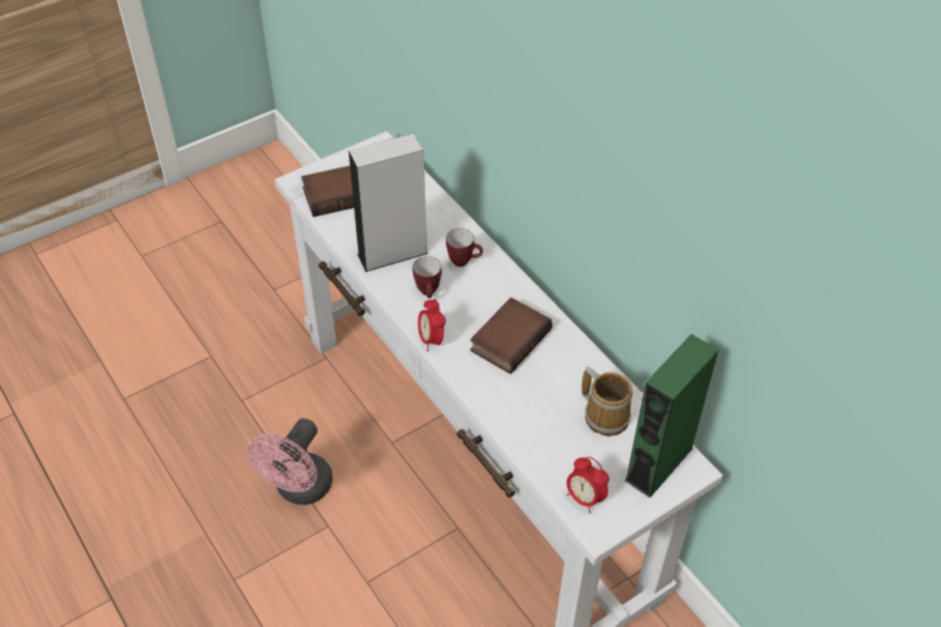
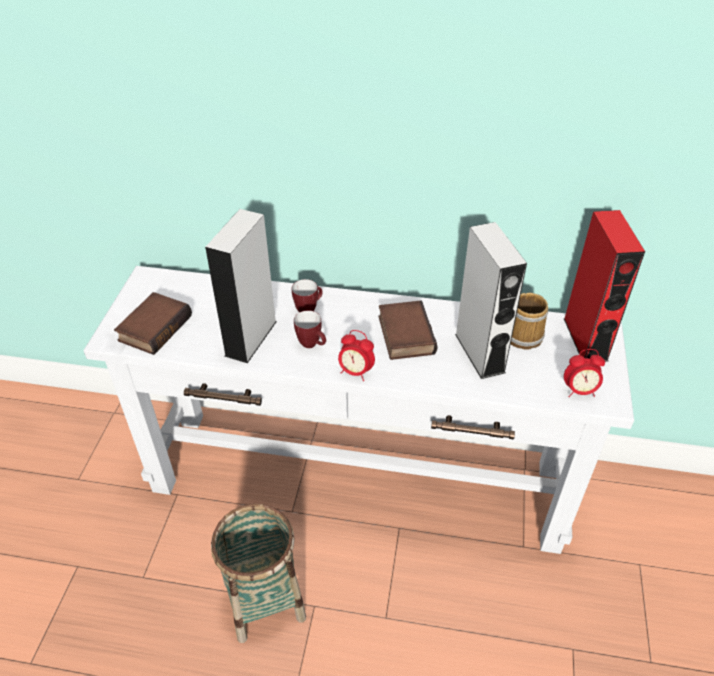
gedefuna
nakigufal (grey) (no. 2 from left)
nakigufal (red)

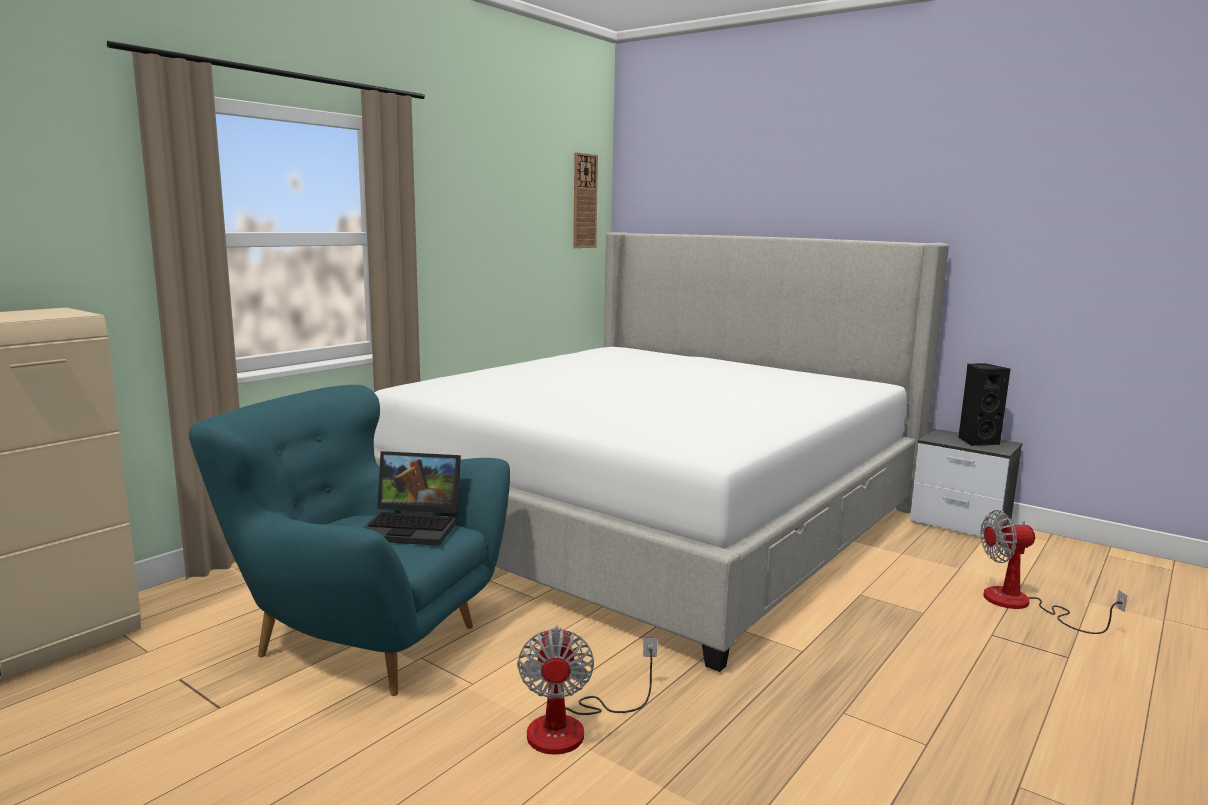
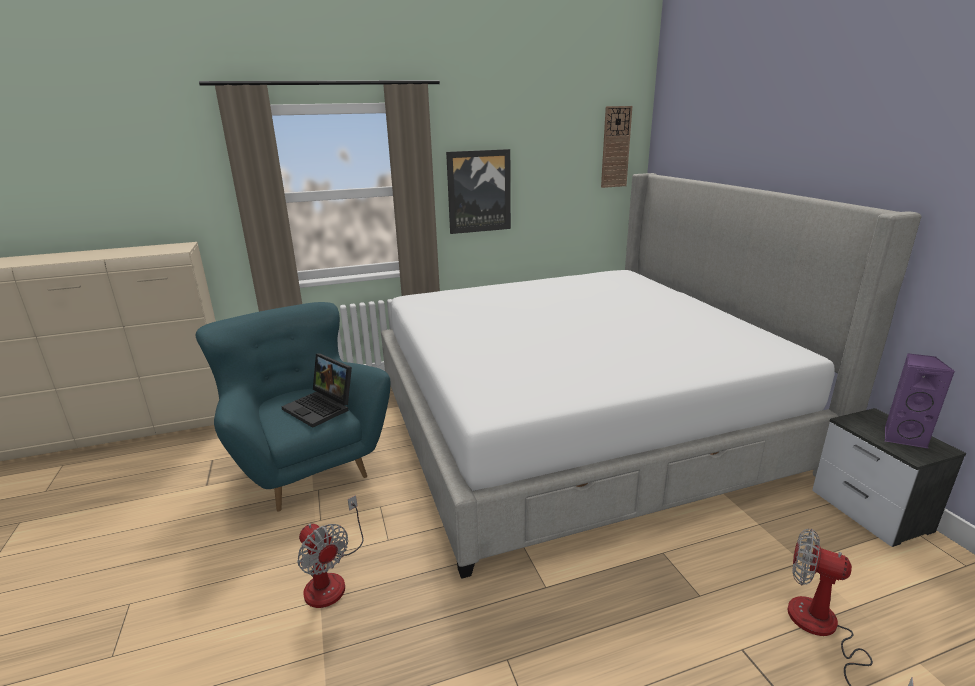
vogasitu (no. 1 from left)
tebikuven
nakigufal (purple)

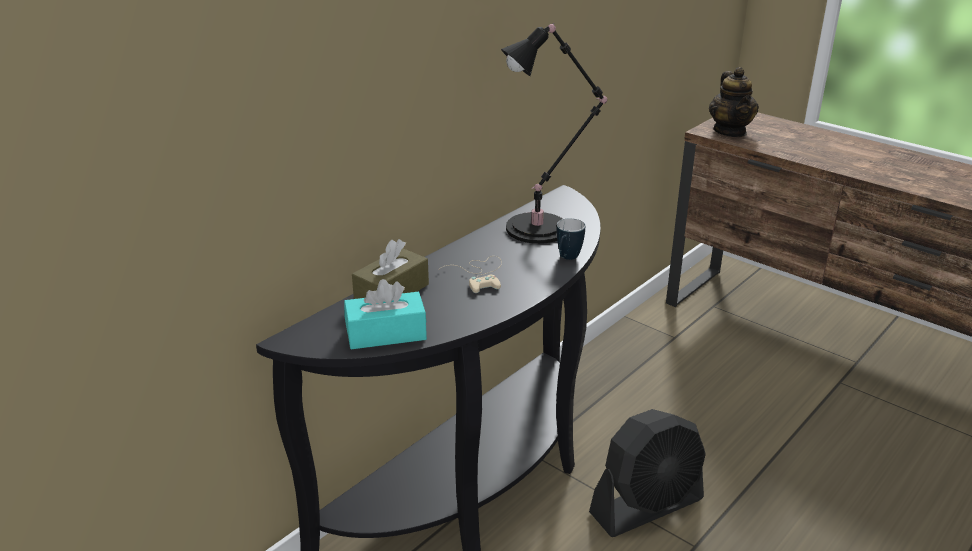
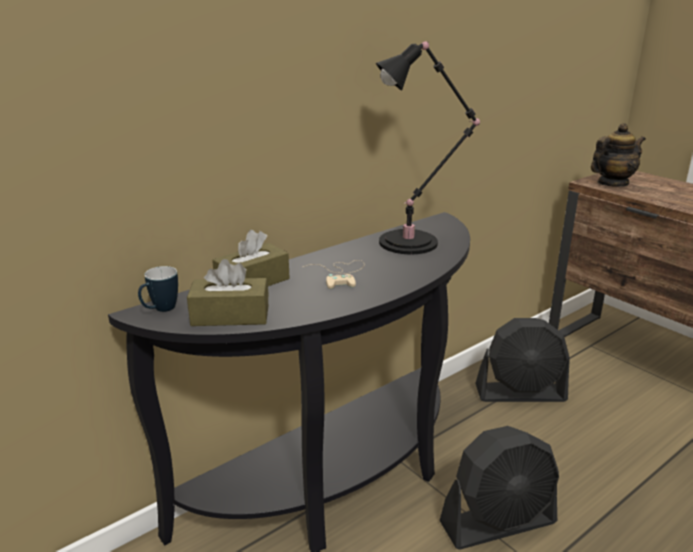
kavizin
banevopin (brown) (no. 1 from left)
vogasitu (black) (no. 2 from left)
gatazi

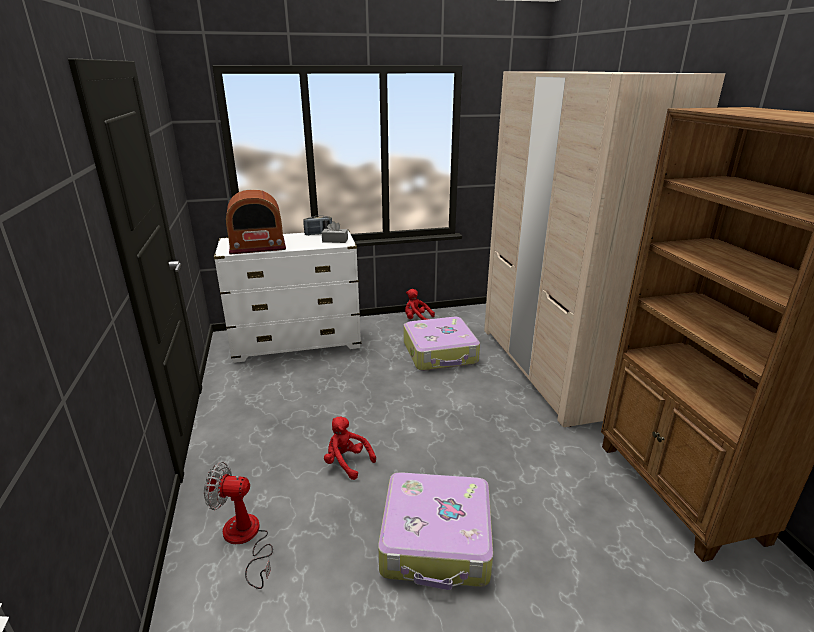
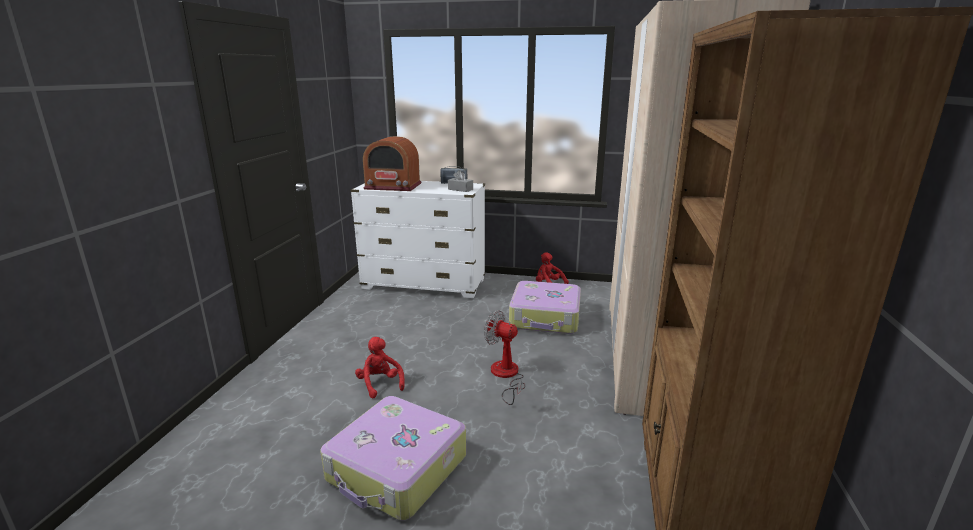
vogasitu

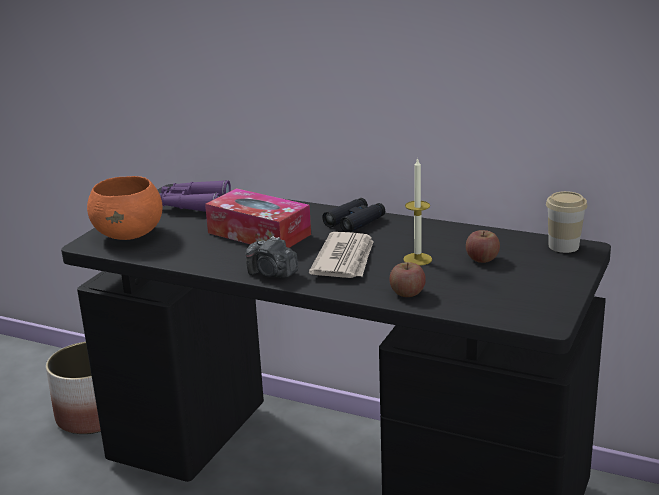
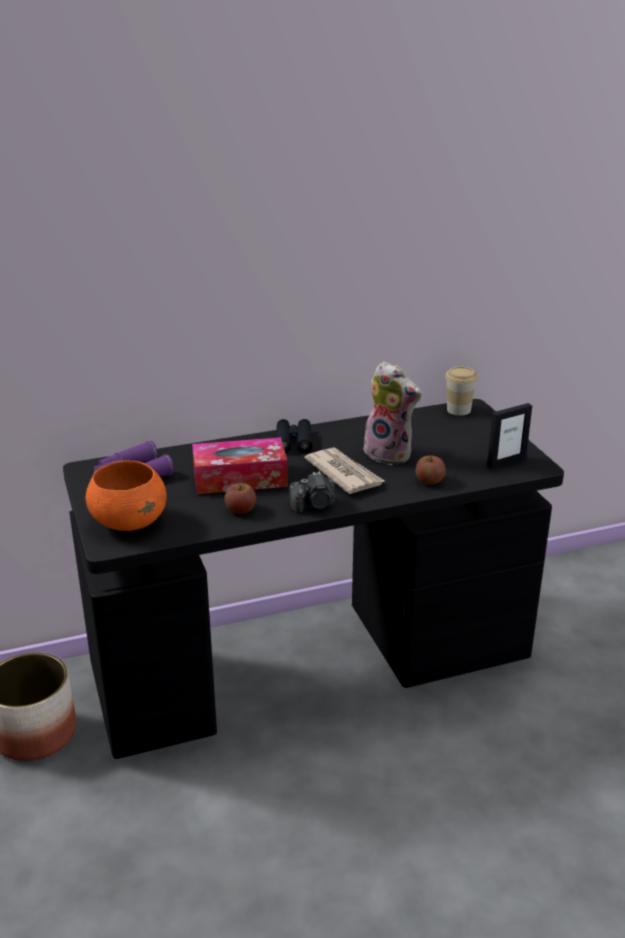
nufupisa (no. 1 from left)
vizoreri
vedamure

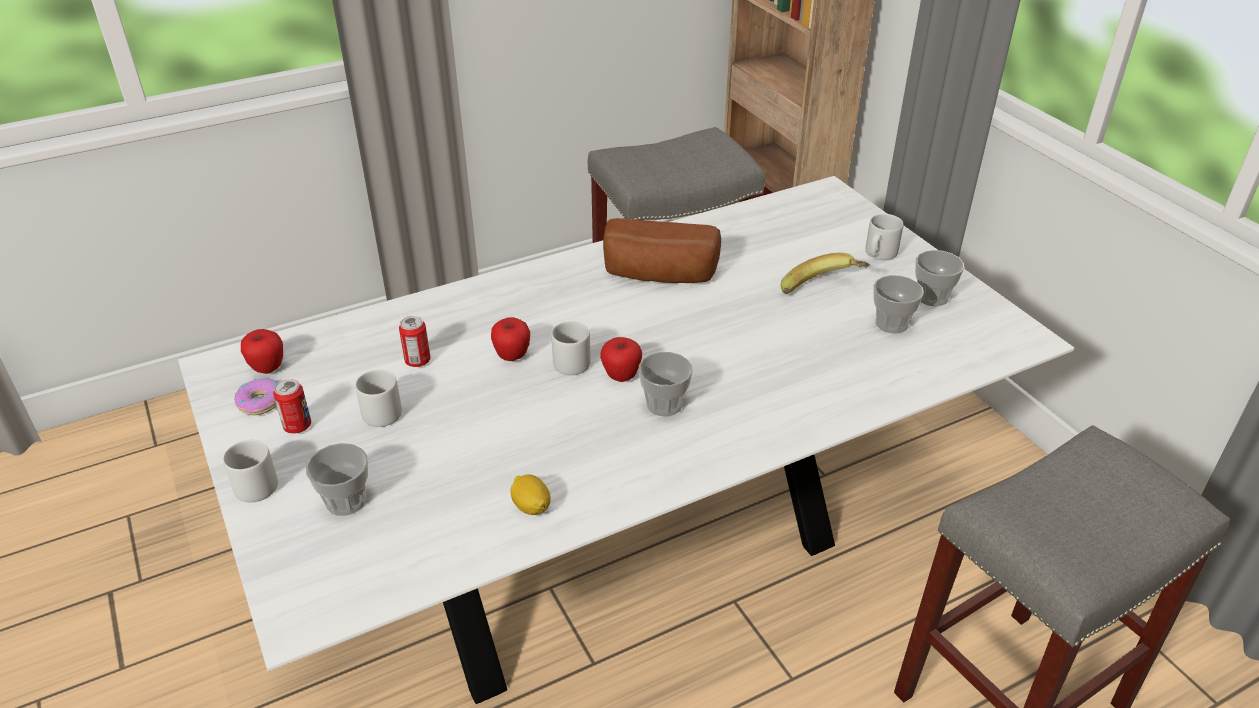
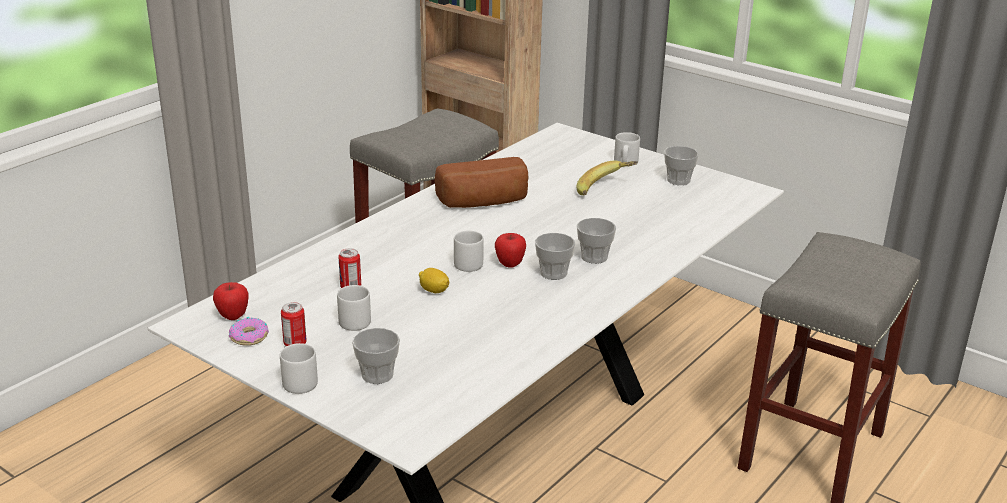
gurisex
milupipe (no. 3 from left)
nufupisa (no. 2 from left in the first image)

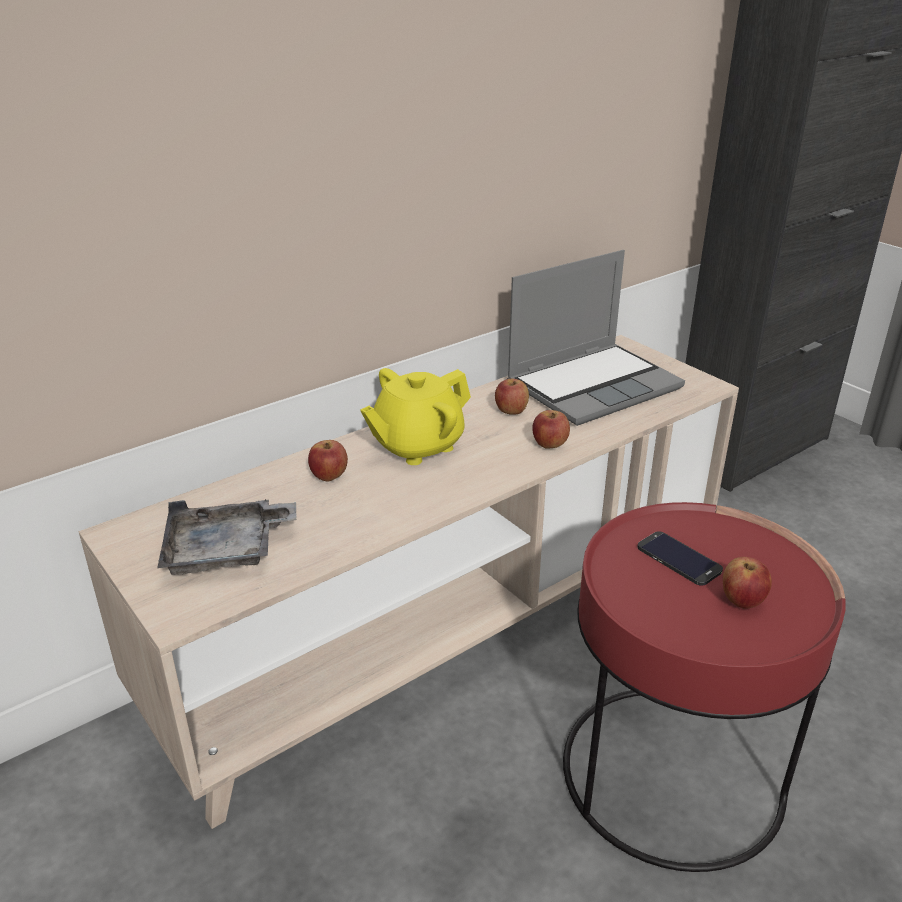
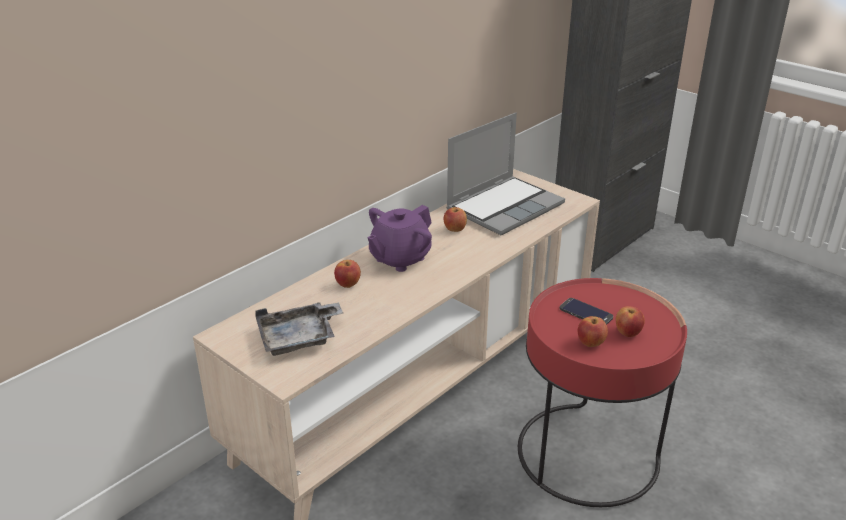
gatazi (purple)
nufupisa (no. 3 from left)

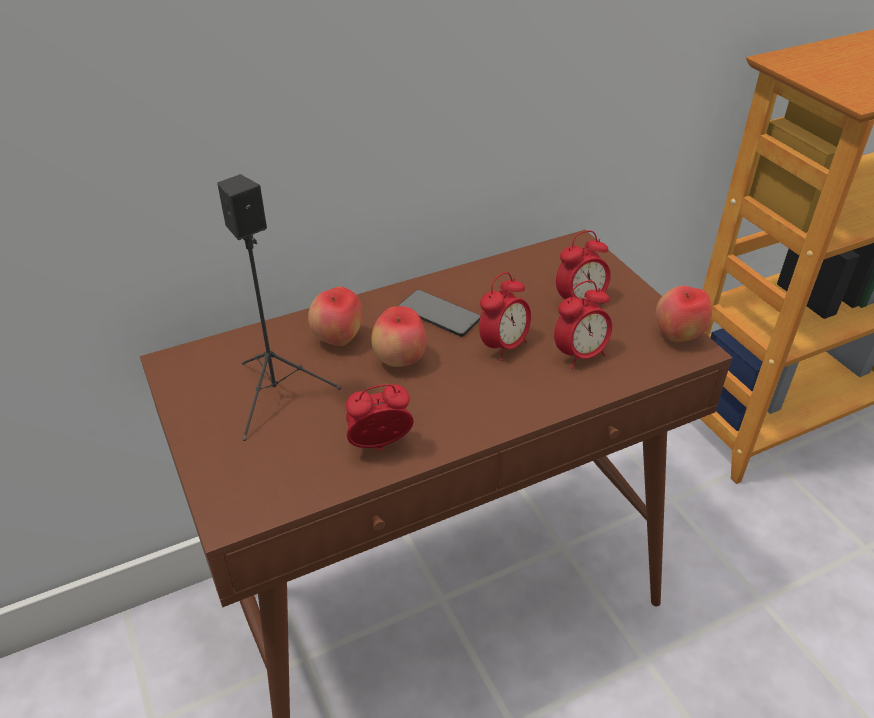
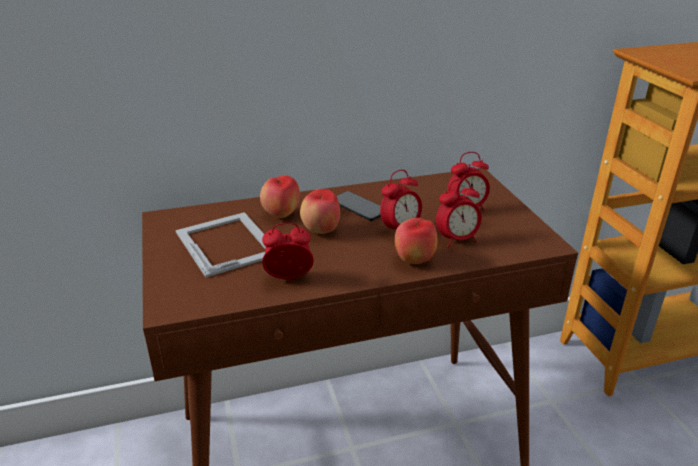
vedamure
nufupisa (no. 3 from left)

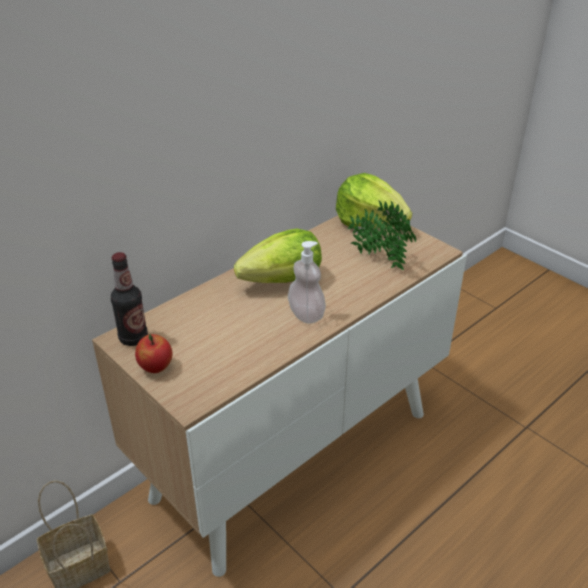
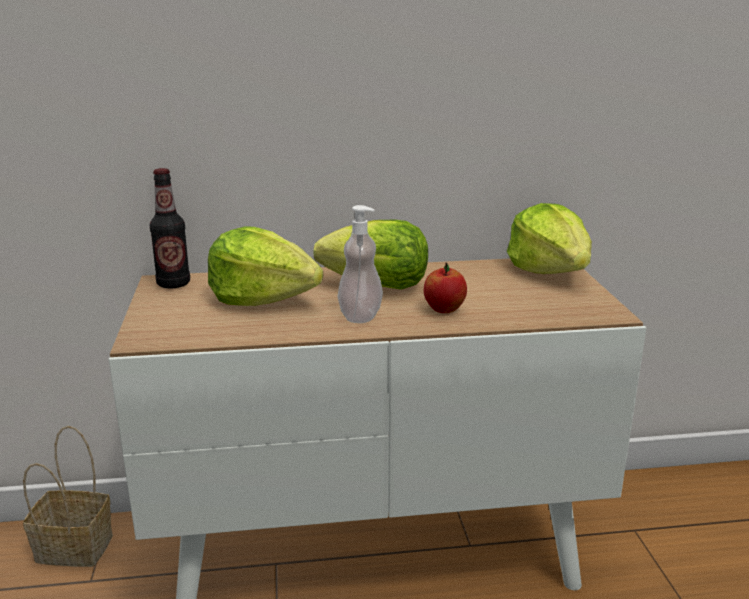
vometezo (no. 1 from left)
nufupisa
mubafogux

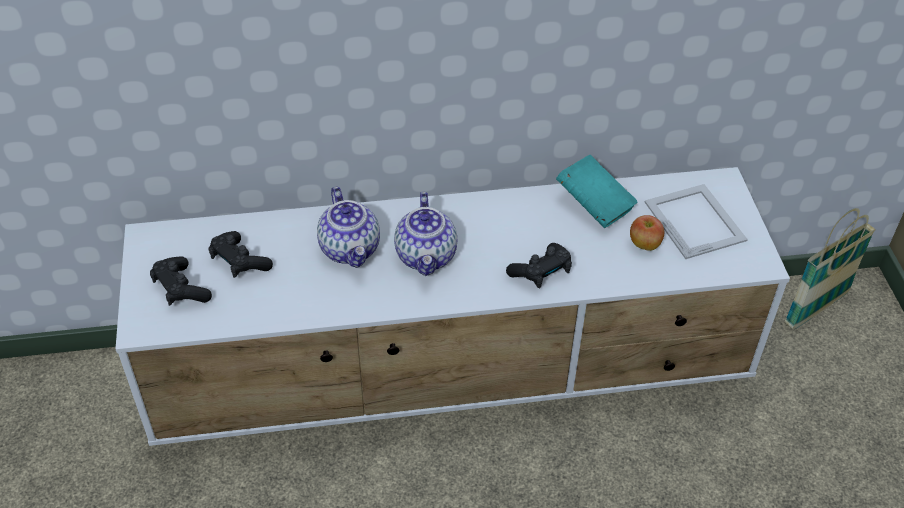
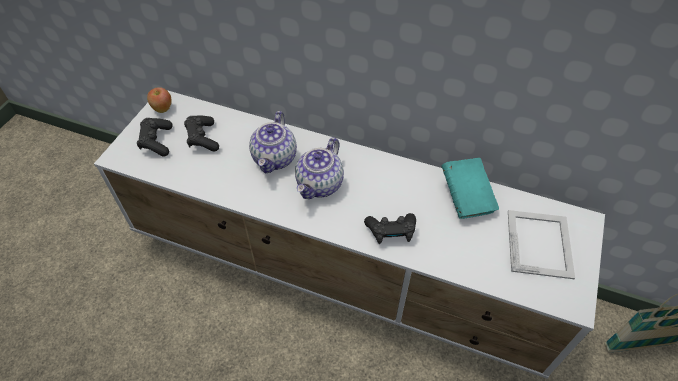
nufupisa

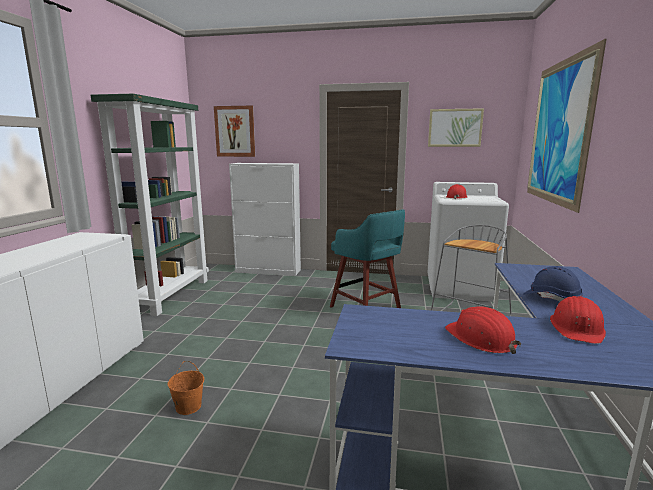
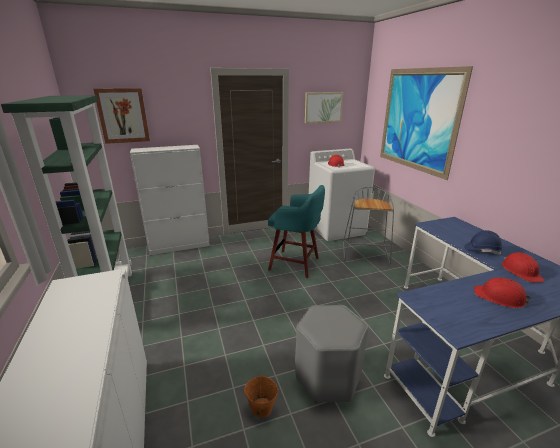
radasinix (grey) (no. 1 from left)

